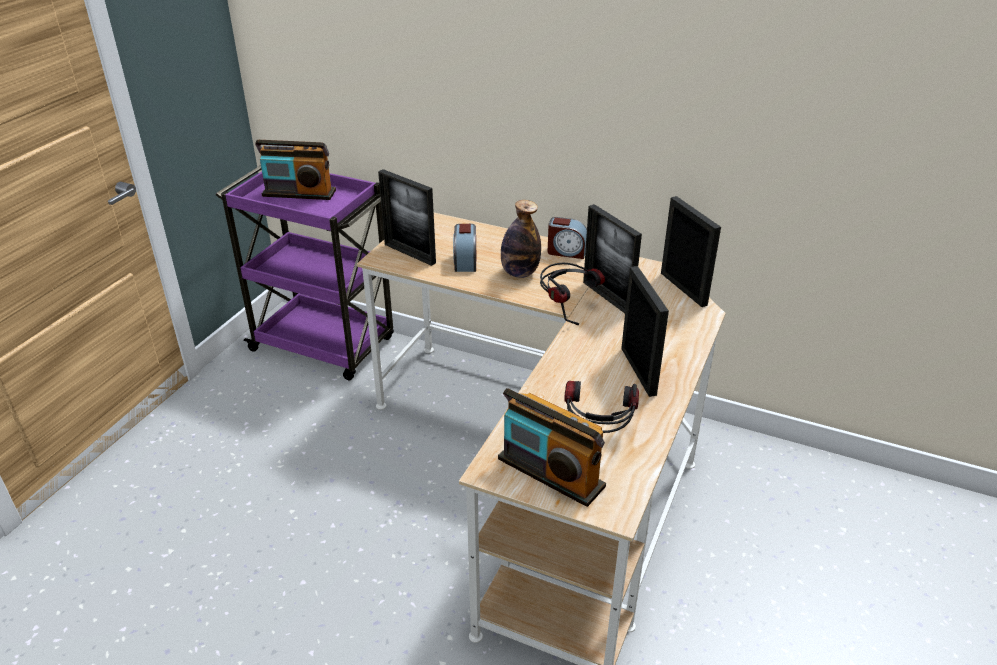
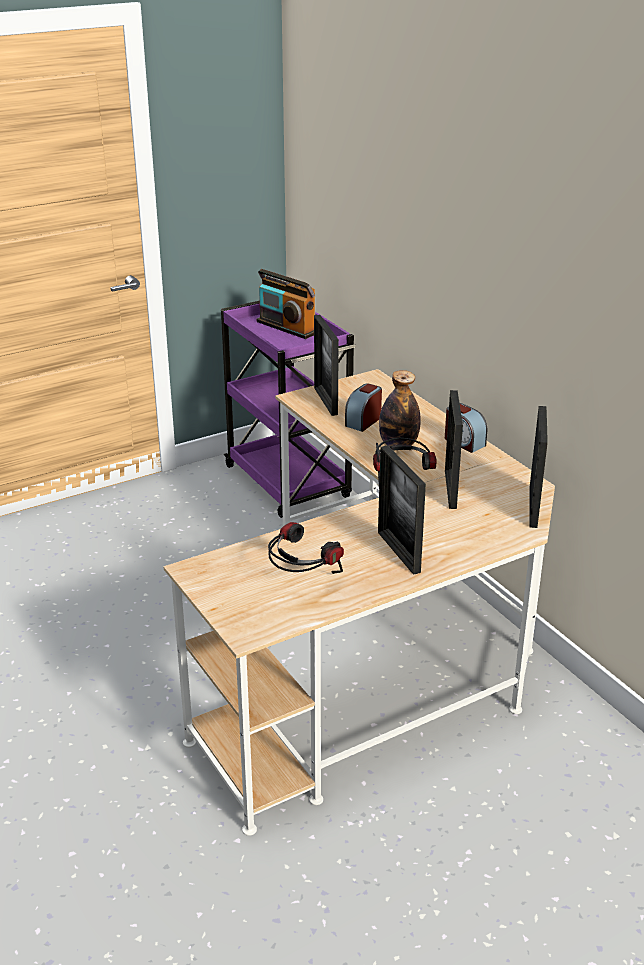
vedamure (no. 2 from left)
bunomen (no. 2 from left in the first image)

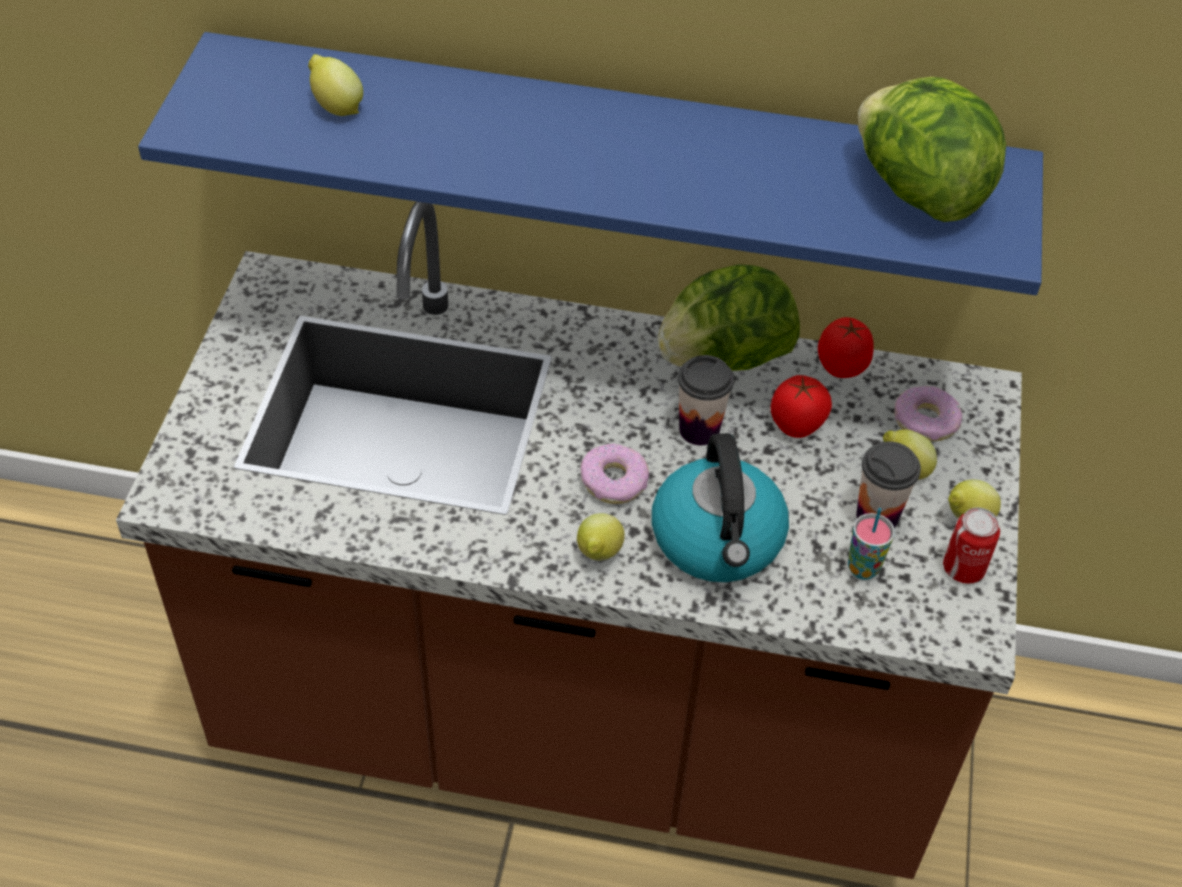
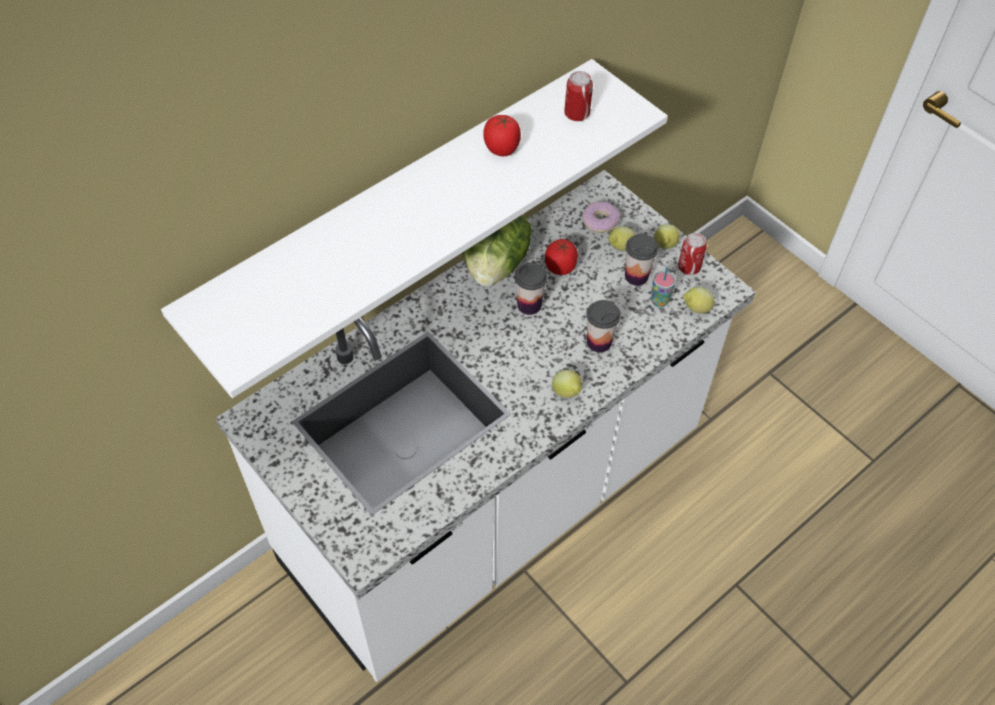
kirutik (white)
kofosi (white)
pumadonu (no. 1 from left)
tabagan (no. 1 from left)
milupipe (no. 2 from left)
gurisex (no. 4 from left)
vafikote (no. 1 from left in the first image)

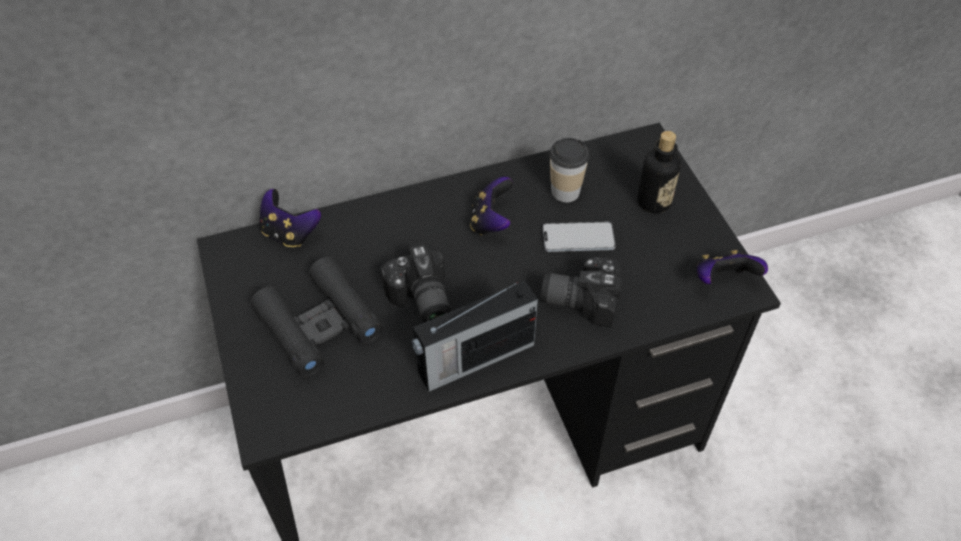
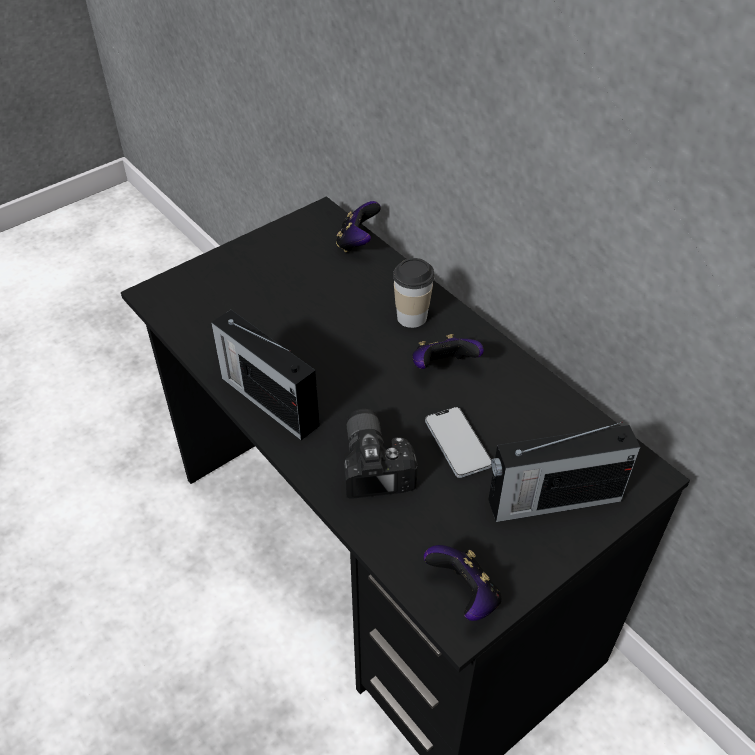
milupipe
bunomen (no. 2 from left)
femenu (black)
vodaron (no. 1 from left in the first image)

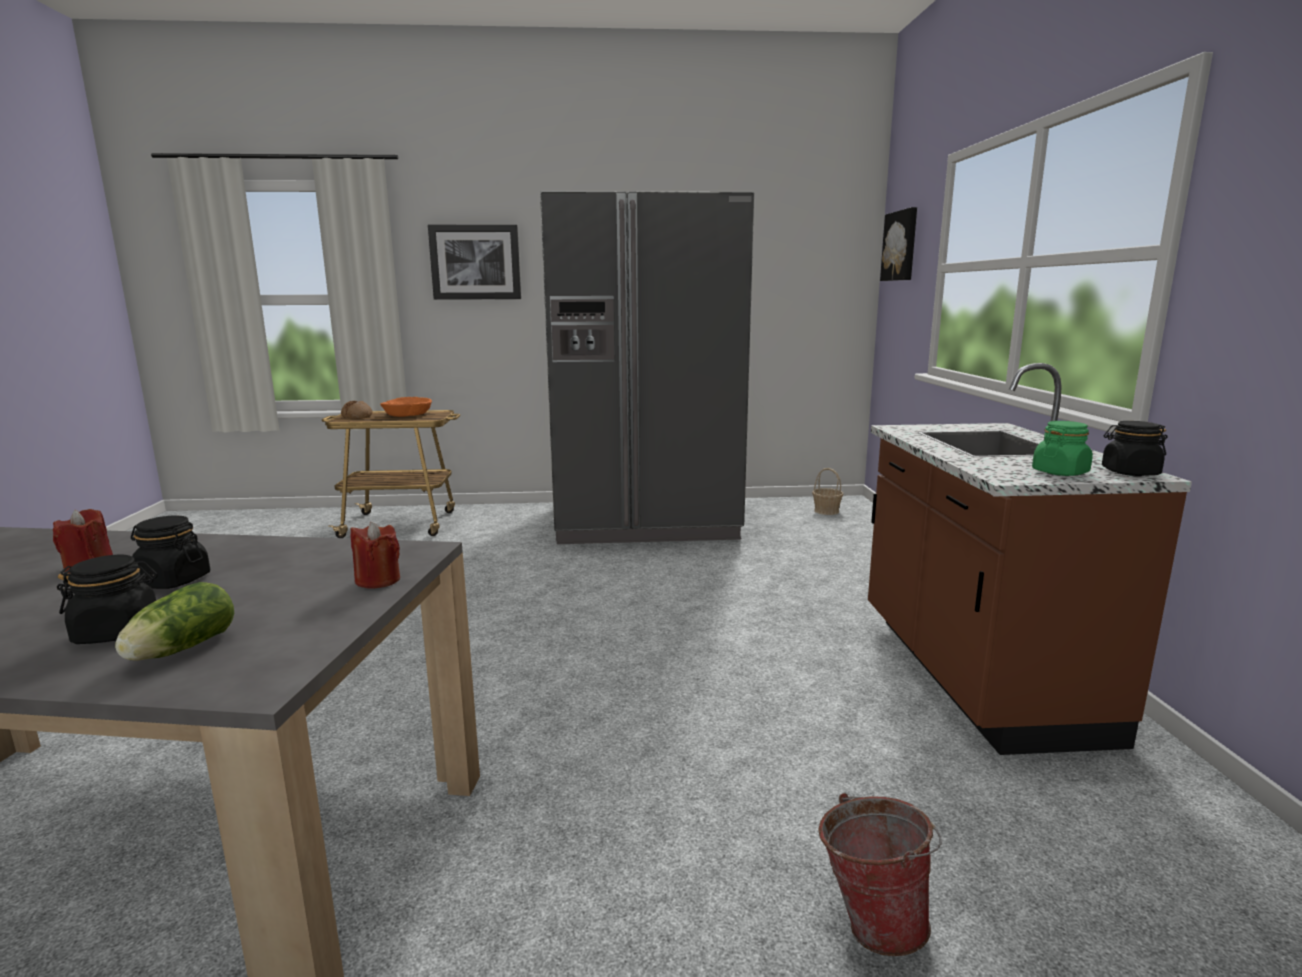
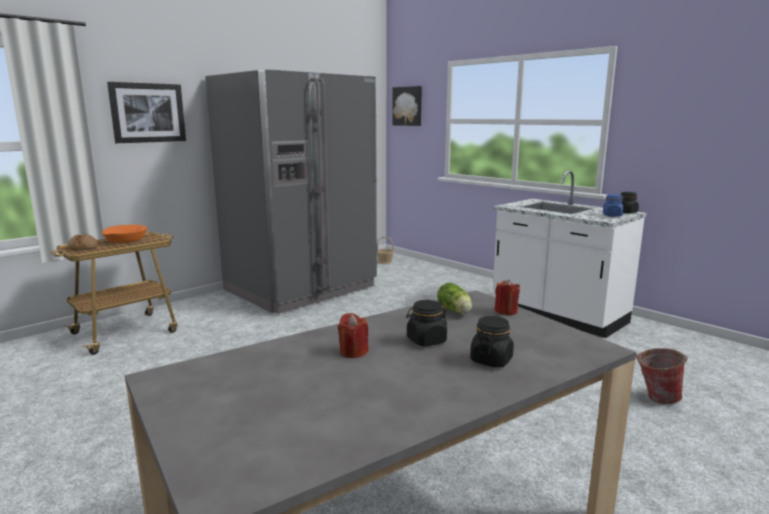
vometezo
kofosi (white)
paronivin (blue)

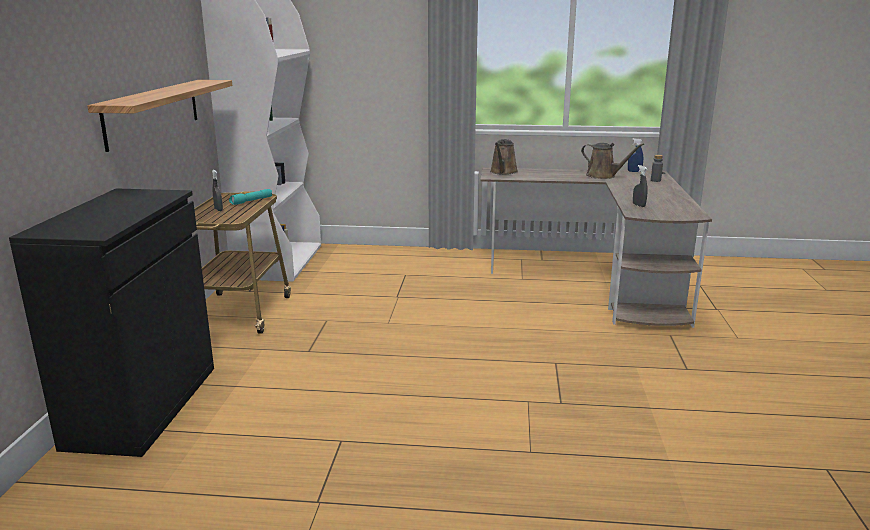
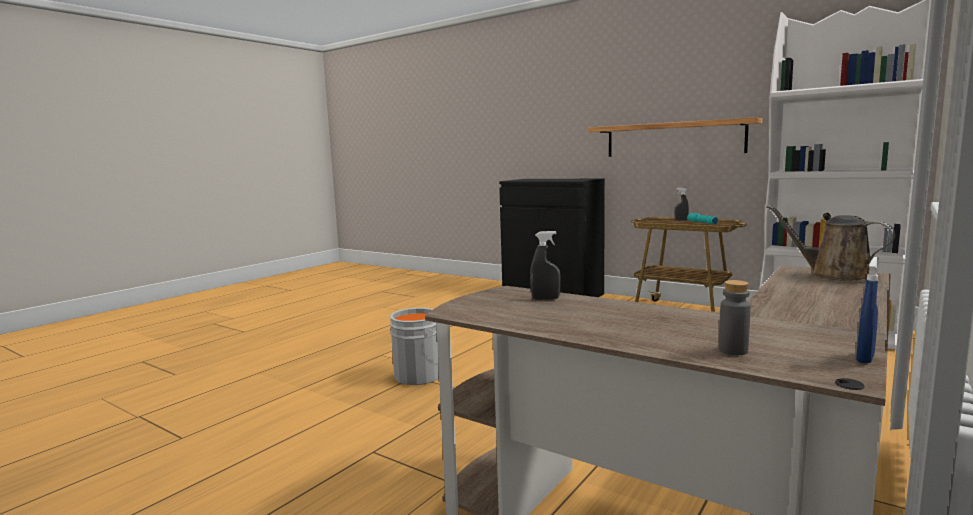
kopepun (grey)
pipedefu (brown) (no. 2 from left in the first image)

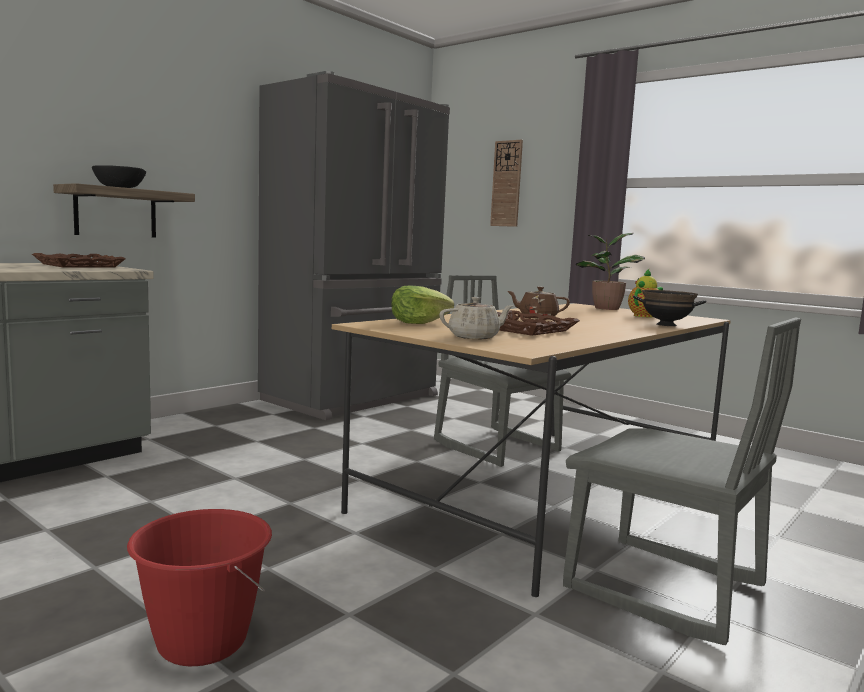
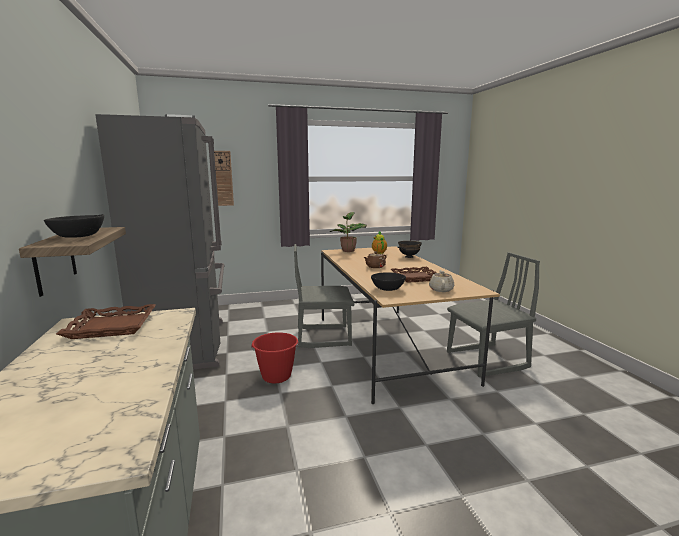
kopepun (red)
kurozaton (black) (no. 2 from left)

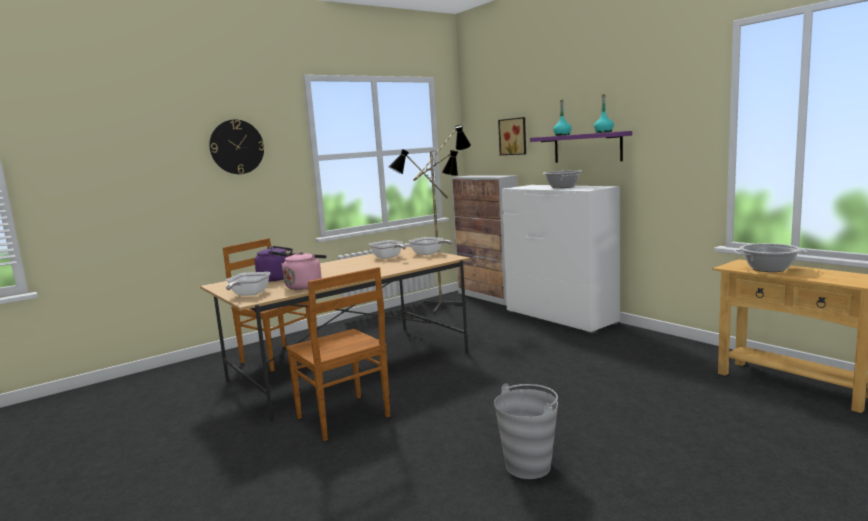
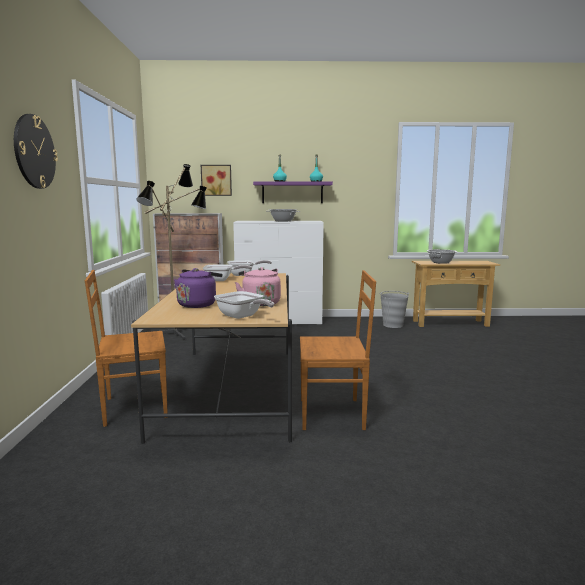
kopepun (grey)

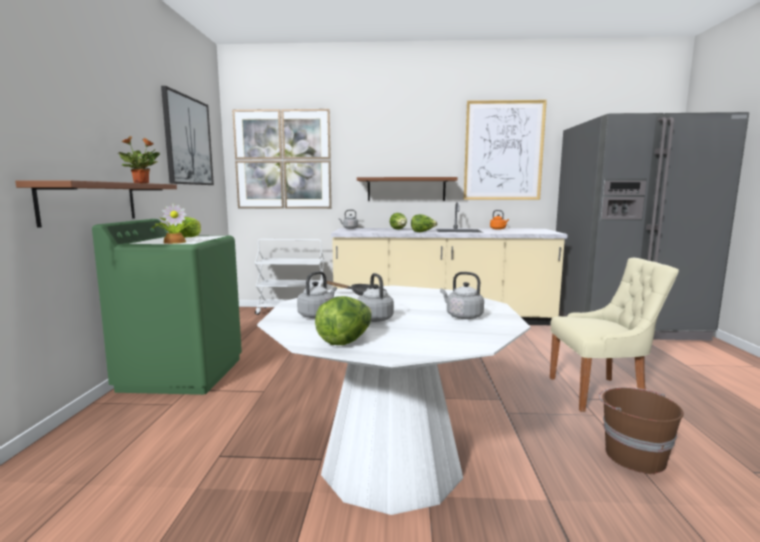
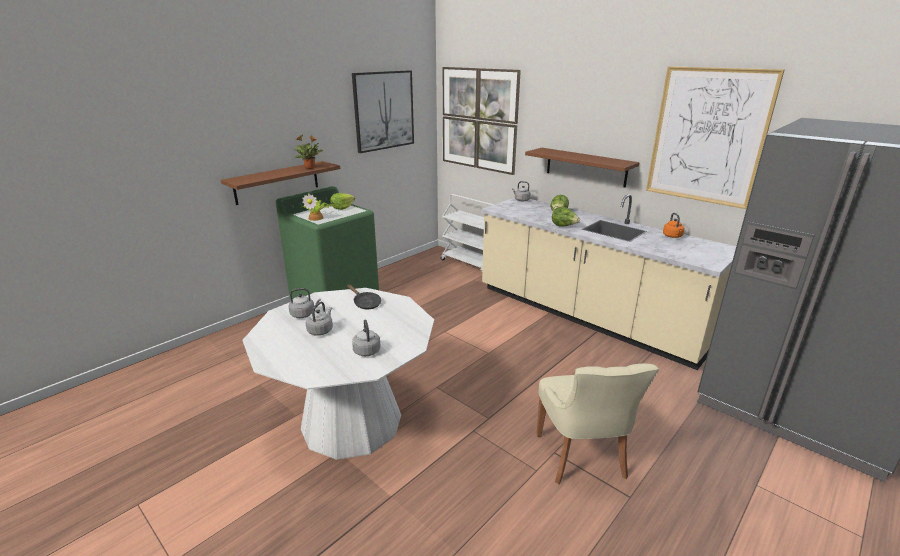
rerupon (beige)
vometezo (no. 2 from left in the first image)
kopepun (brown)

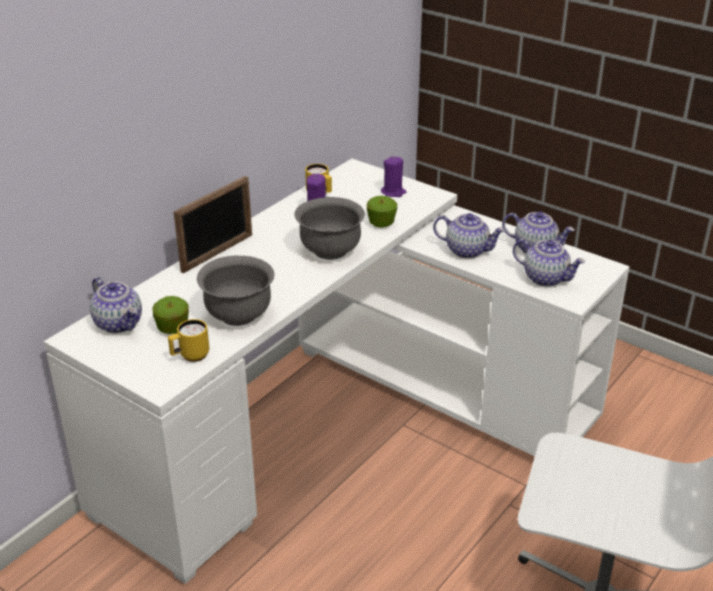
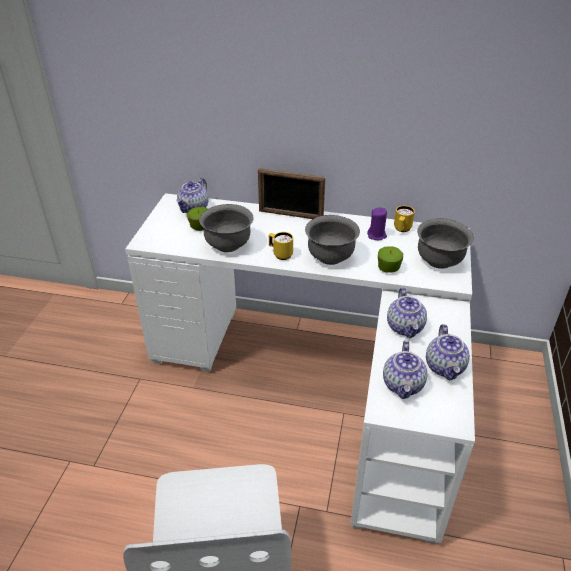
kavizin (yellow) (no. 1 from left)
kurozaton (grey) (no. 3 from left)

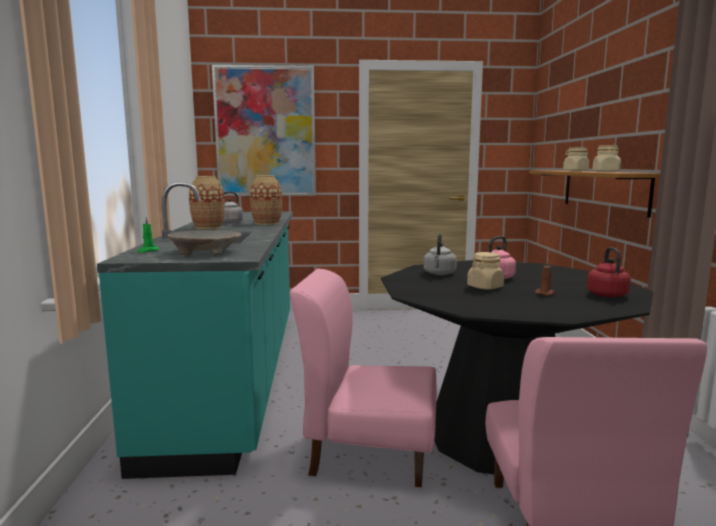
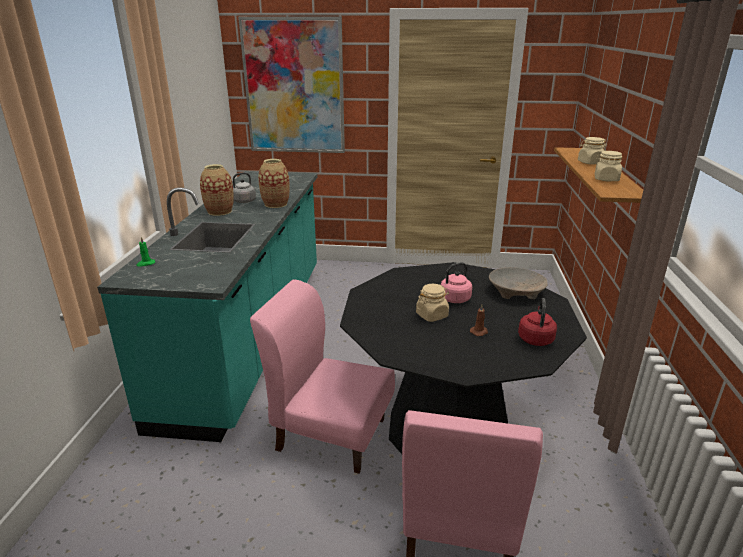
kurozaton (beige)
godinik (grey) (no. 2 from left in the first image)

